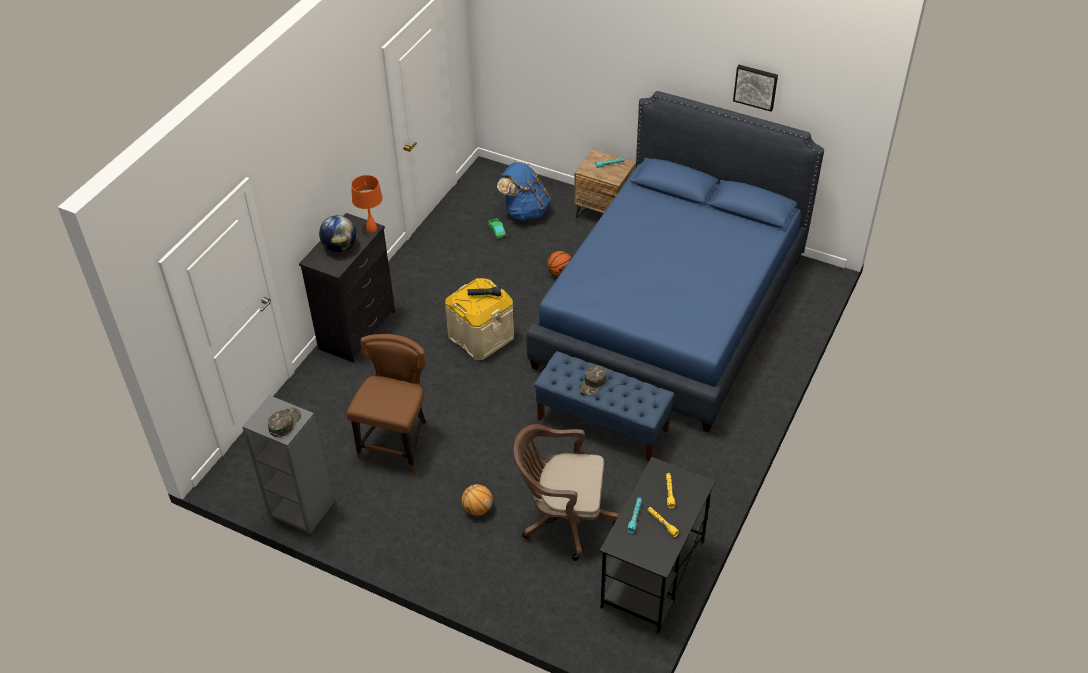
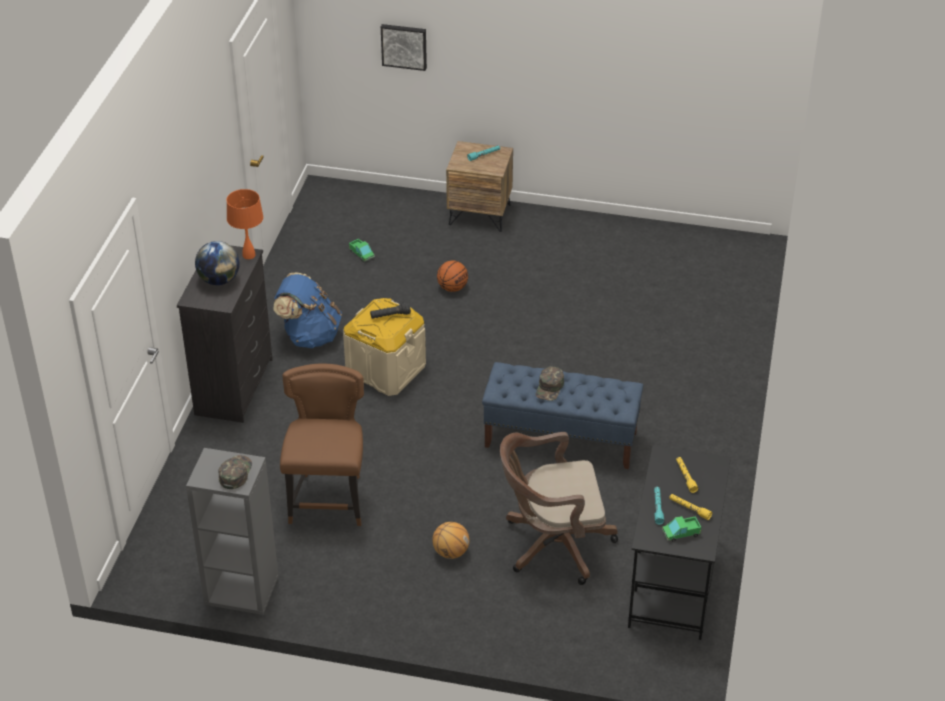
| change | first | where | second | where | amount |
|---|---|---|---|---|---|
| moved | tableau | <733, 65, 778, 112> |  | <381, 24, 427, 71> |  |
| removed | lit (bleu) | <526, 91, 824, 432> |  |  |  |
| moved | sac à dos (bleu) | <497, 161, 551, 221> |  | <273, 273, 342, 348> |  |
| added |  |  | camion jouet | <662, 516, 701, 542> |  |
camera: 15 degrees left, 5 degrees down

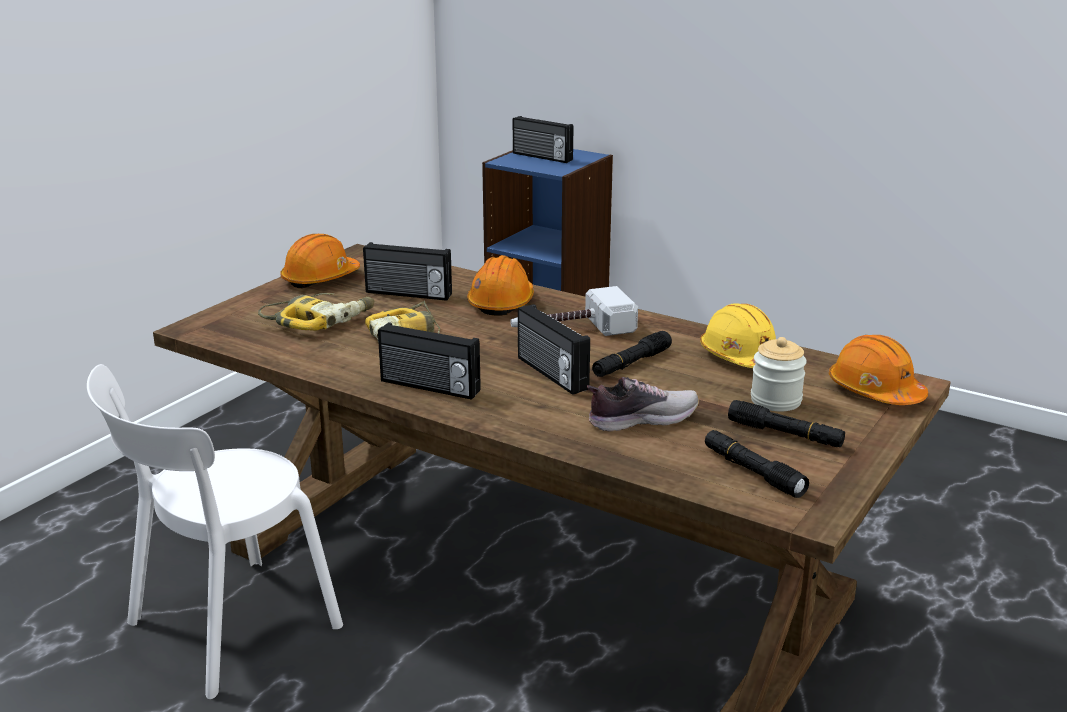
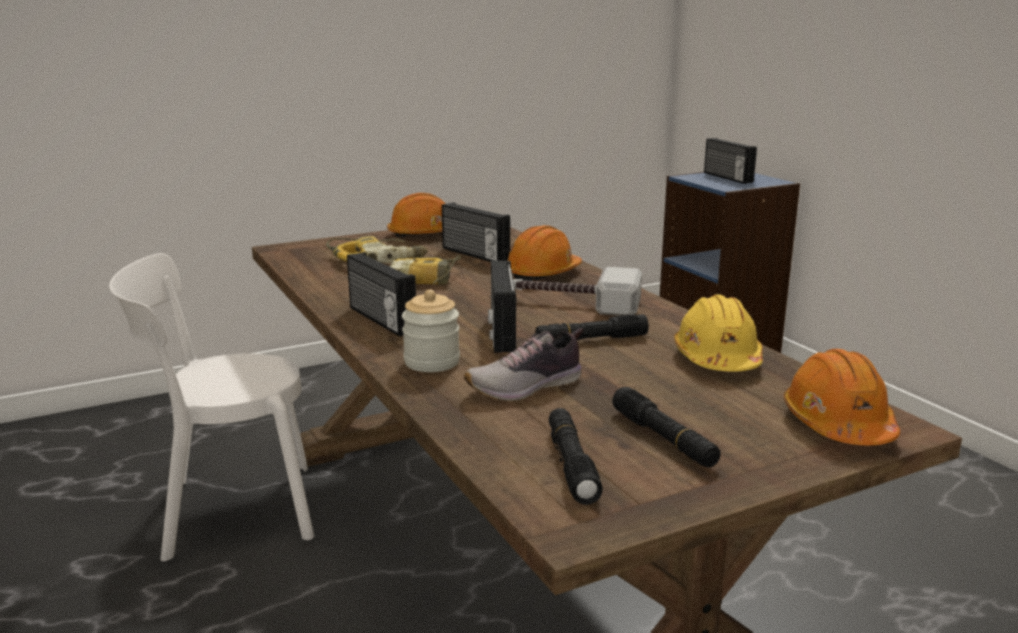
| change | first | where | second | where | amount |
|---|---|---|---|---|---|
| moved | bocal | <751, 337, 807, 411> |  | <402, 289, 460, 372> |  |
| turned | chaussure | <587, 377, 699, 431> |  | <464, 328, 584, 402> | 135 degrees clockwise |
camera: 30 degrees right, 5 degrees down

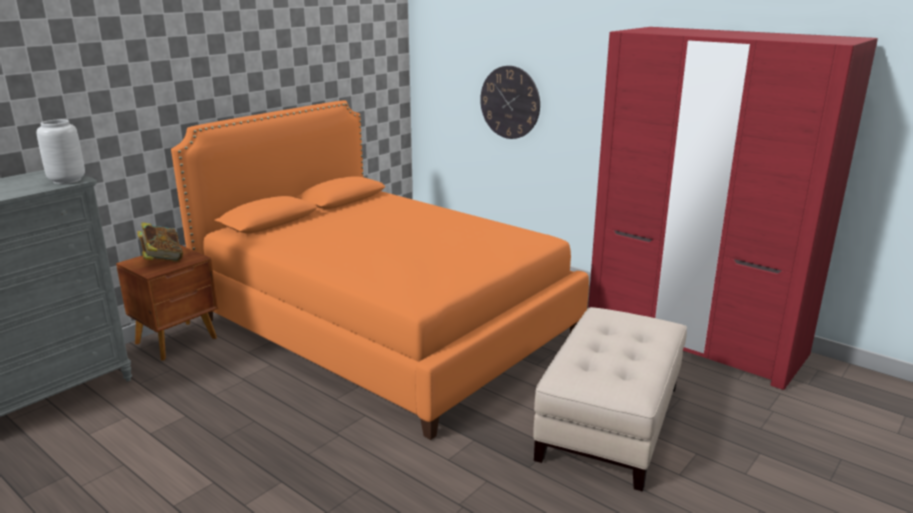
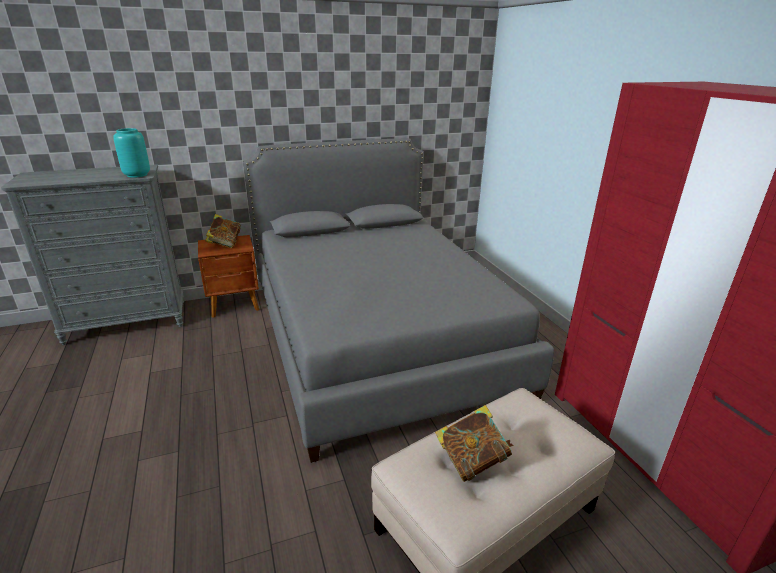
| change | first | where | second | where | amount |
|---|---|---|---|---|---|
| removed | horloge murale | <480, 66, 540, 139> |  |  |  |
| recoloured | lit (orange) | <171, 101, 589, 440> | lit (gris) | <243, 138, 554, 463> |  |
| recoloured | vase (gris) | <37, 119, 85, 184> | vase (turquoise) | <113, 128, 150, 178> |  |
| added |  |  | livre | <435, 405, 514, 482> |  |
camera: 30 degrees right, 5 degrees up

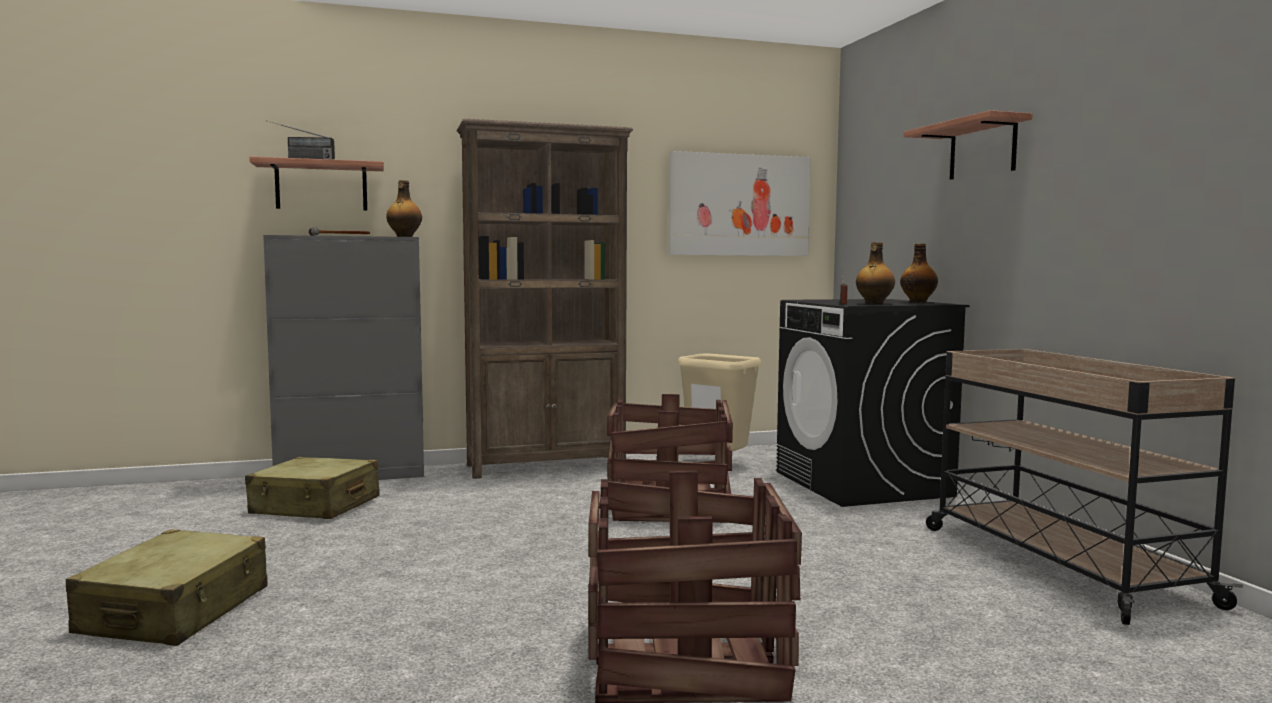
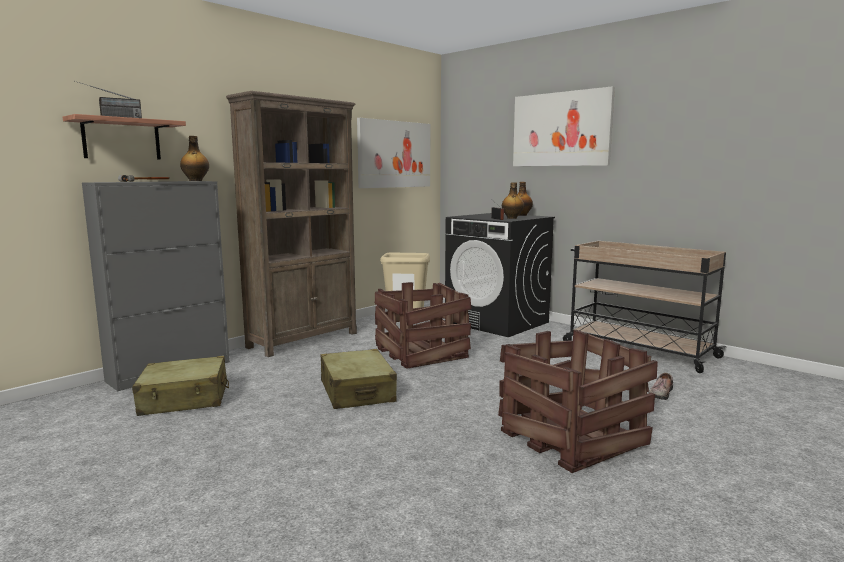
| change | first | where | second | where | amount |
|---|---|---|---|---|---|
| replaced | étagère | <903, 110, 1033, 180> | tableau | <513, 86, 615, 166> |  |
| moved | valise (beige) | <66, 530, 268, 646> |  | <320, 349, 397, 409> |  |
| added |  |  | chaussure | <648, 373, 673, 400> |  |
camera: 30 degrees left, 5 degrees up

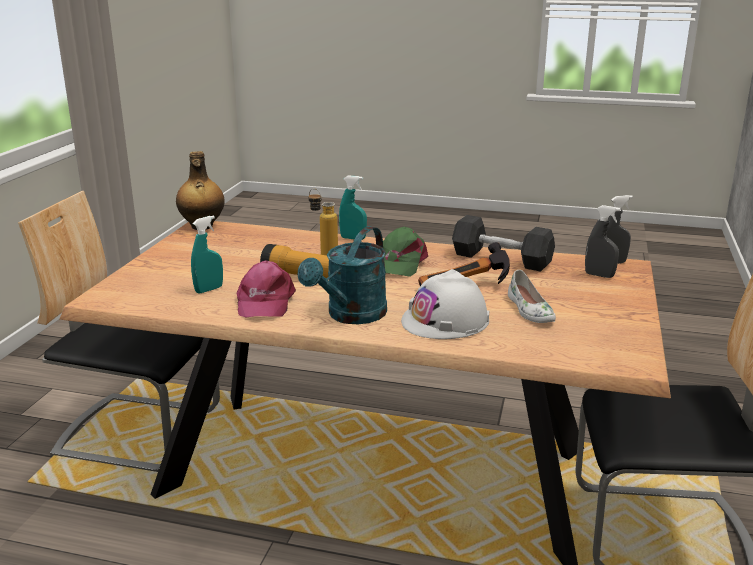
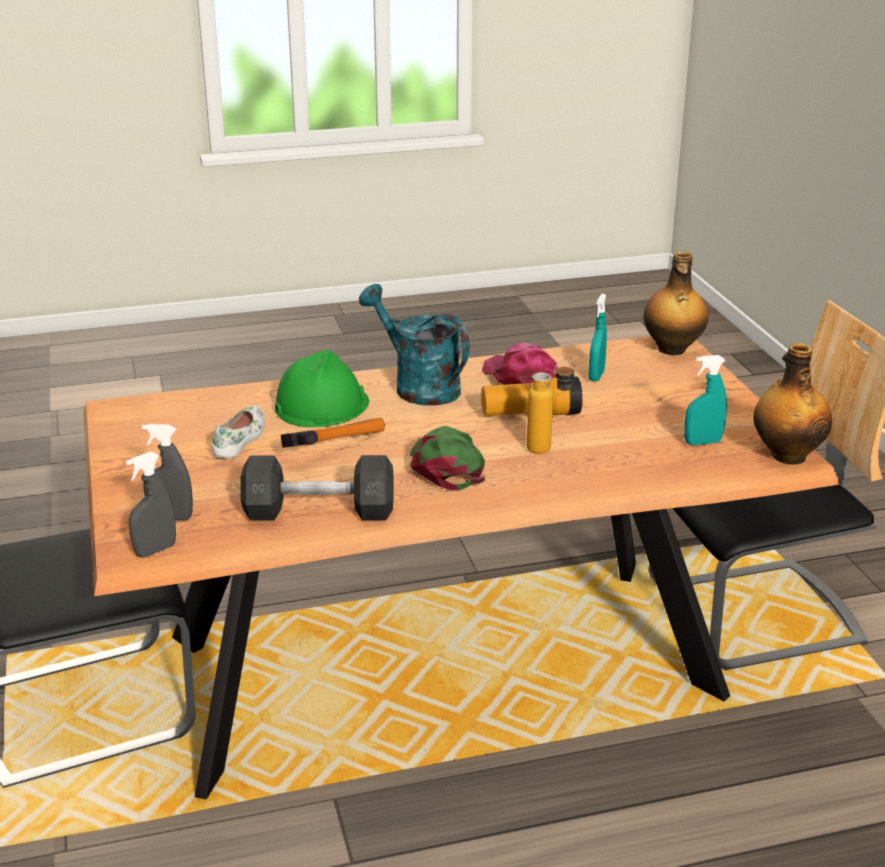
| change | first | where | second | where | amount |
|---|---|---|---|---|---|
| moved | vaporisateur (turquoise) | <339, 175, 367, 240> |  | <684, 355, 727, 445> |  |
| turned | arrosoir (turquoise) | <298, 226, 387, 324> |  | <359, 284, 470, 406> | 45 degrees counterclockwise |
| recoloured | casque de chantier (blanc) | <401, 269, 489, 339> | casque de chantier (vert) | <275, 350, 369, 427> |  |
| turned | chaussure (blanc) | <508, 270, 556, 323> |  | <212, 406, 265, 459> | 60 degrees clockwise |
| added |  |  | bouteille | <644, 252, 709, 356> |  |
camera: 150 degrees right, 5 degrees up

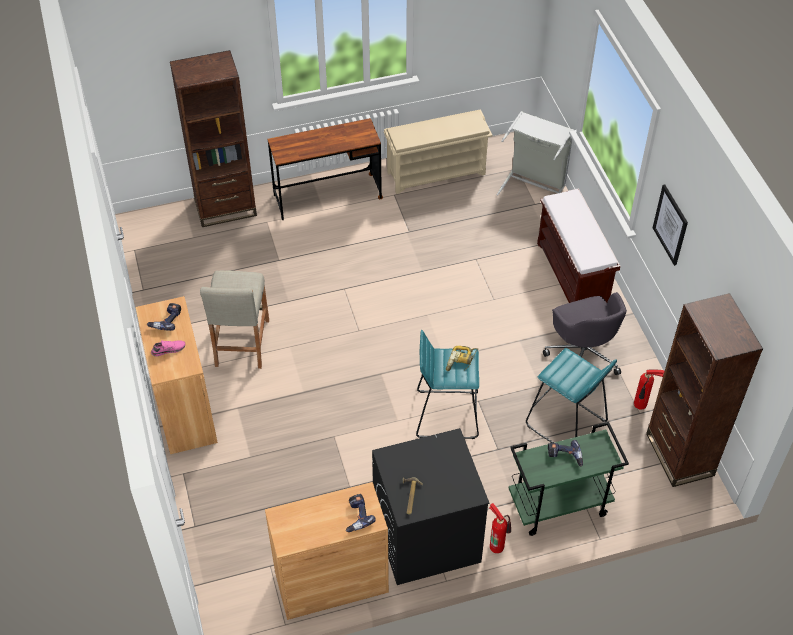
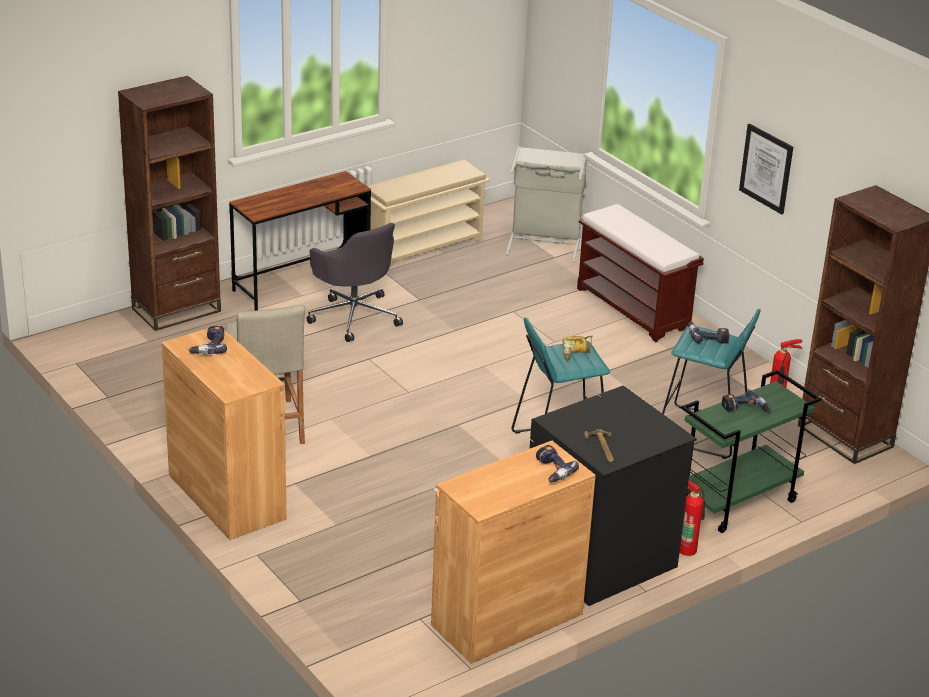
| change | first | where | second | where | amount |
|---|---|---|---|---|---|
| moved | chaise de bureau (gris) | <543, 292, 627, 375> |  | <307, 223, 403, 342> |  |
| removed | chaussure (rose) | <151, 340, 185, 357> |  |  |  |
| added |  |  | perceuse | <688, 322, 729, 344> |  |
camera: 20 degrees left, 20 degrees down

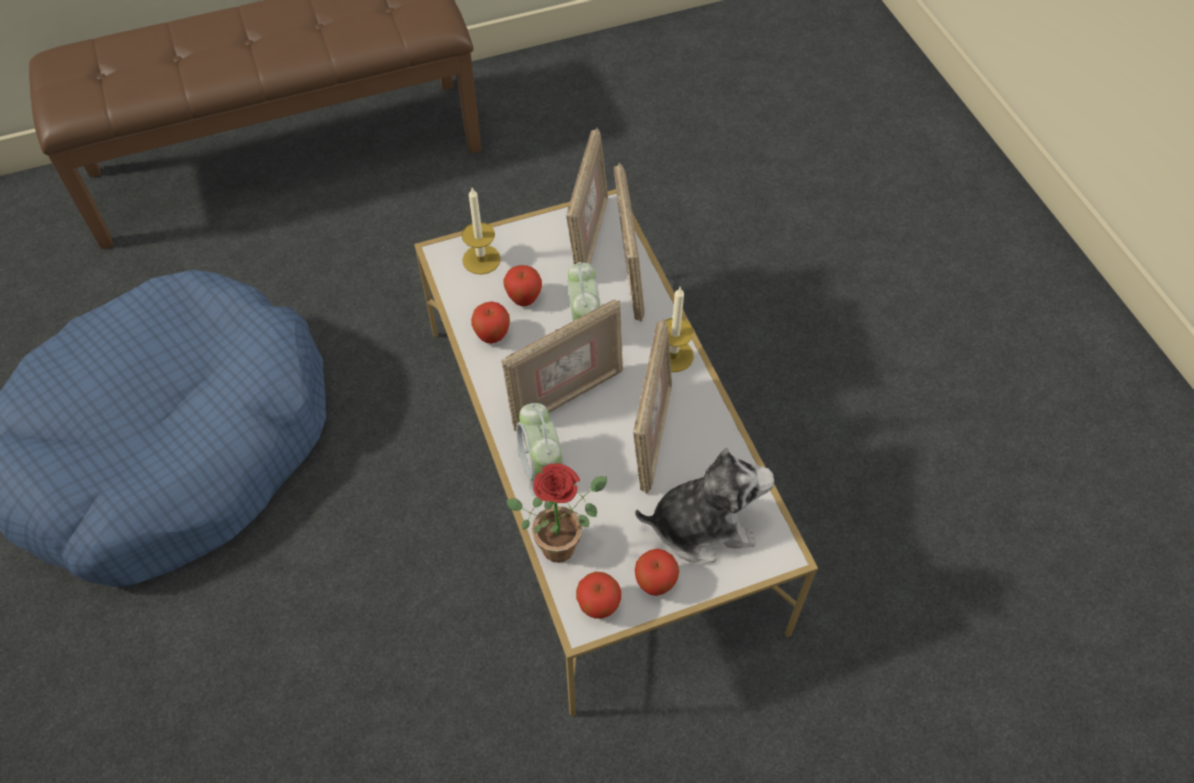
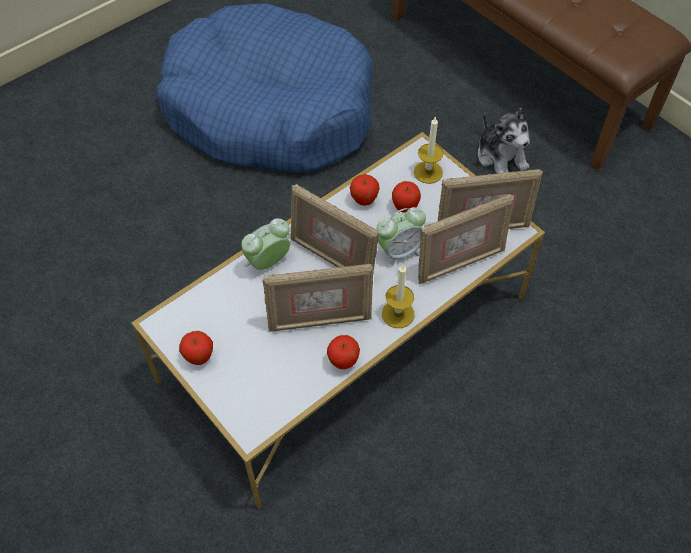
| change | first | where | second | where | amount |
|---|---|---|---|---|---|
| moved | peluche | <635, 448, 775, 563> |  | <478, 108, 530, 174> |  |
| removed | plante en pot | <506, 463, 607, 563> |  |  |  |
| moved | pomme | <576, 572, 621, 619> |  | <327, 335, 360, 369> |  |
camera: 70 degrees right, 0 degrees up

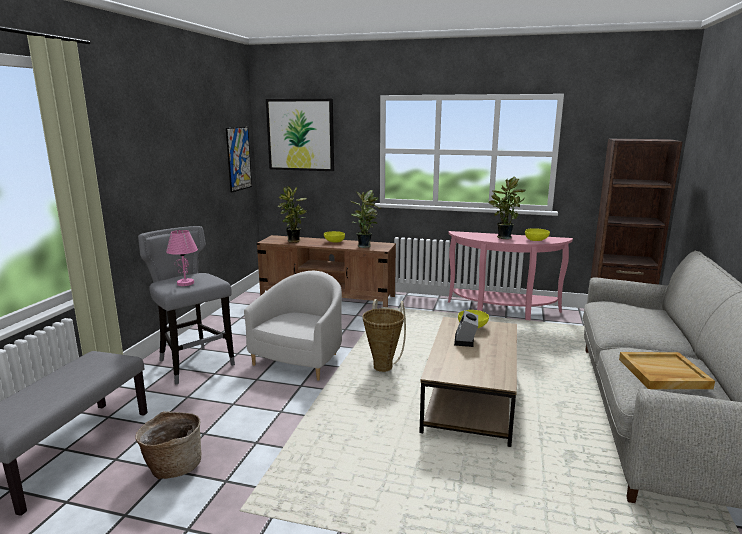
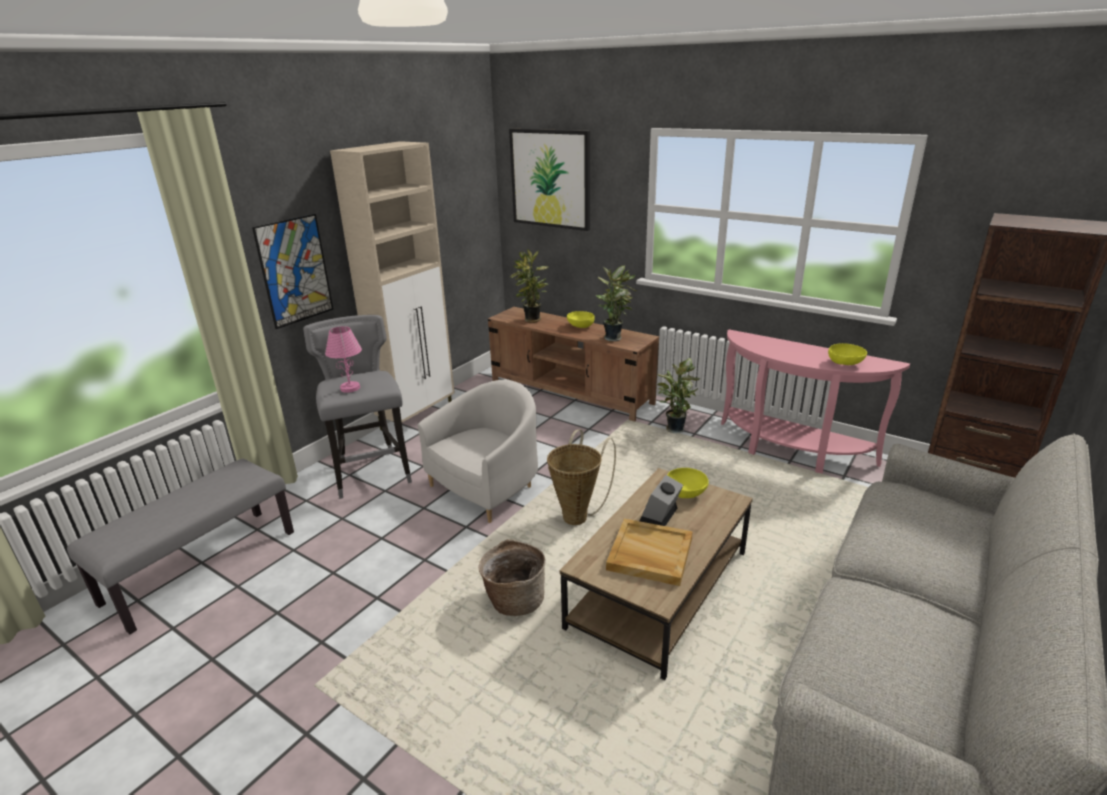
| change | first | where | second | where | amount |
|---|---|---|---|---|---|
| moved | tableau | <226, 127, 252, 193> |  | <252, 214, 333, 329> |  |
| moved | plante en pot | <488, 176, 525, 239> |  | <657, 358, 700, 433> |  |
| moved | plateau (beige) | <619, 352, 715, 389> |  | <606, 519, 693, 586> |  |
| moved | panier | <135, 411, 202, 479> |  | <479, 539, 546, 616> |  |
| added |  |  | meuble de rangement (beige) | <330, 141, 455, 431> |  |
camera: 20 degrees right, 10 degrees up

